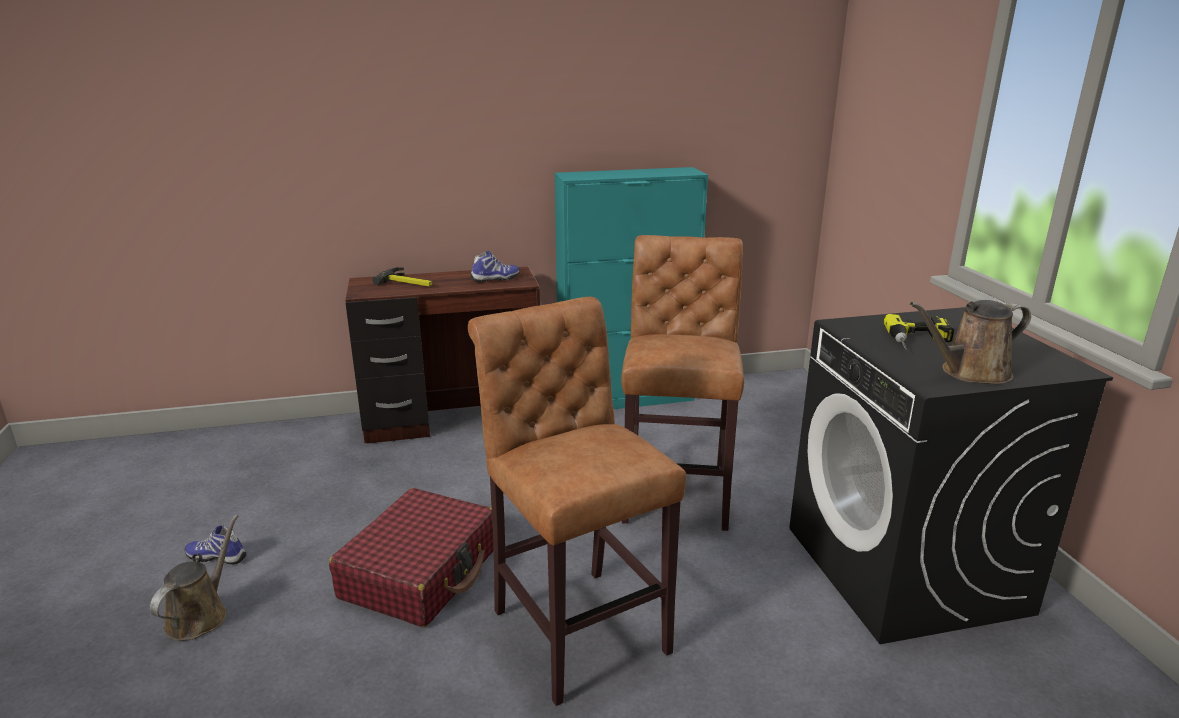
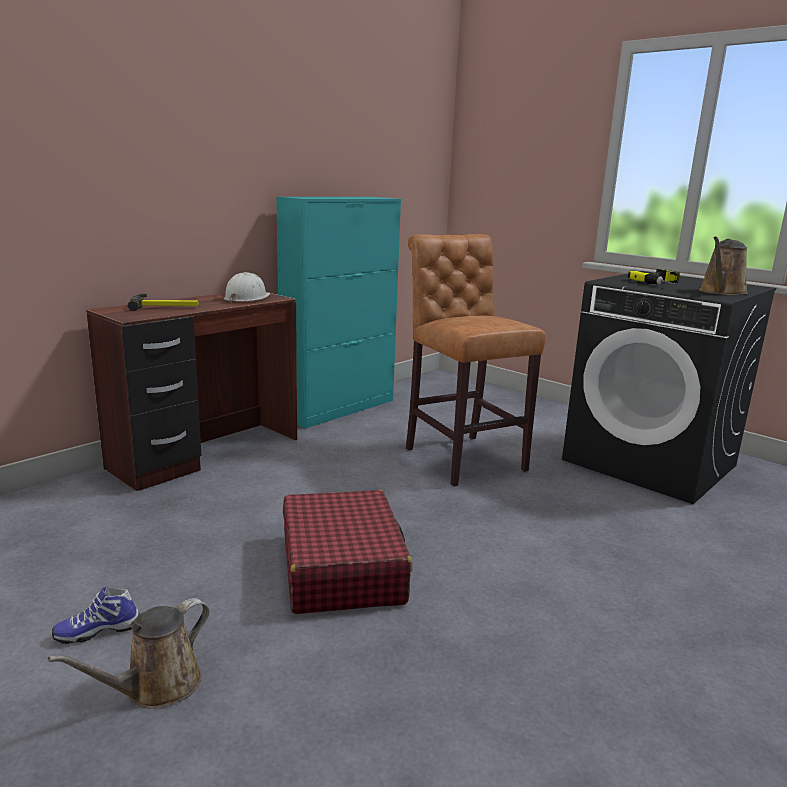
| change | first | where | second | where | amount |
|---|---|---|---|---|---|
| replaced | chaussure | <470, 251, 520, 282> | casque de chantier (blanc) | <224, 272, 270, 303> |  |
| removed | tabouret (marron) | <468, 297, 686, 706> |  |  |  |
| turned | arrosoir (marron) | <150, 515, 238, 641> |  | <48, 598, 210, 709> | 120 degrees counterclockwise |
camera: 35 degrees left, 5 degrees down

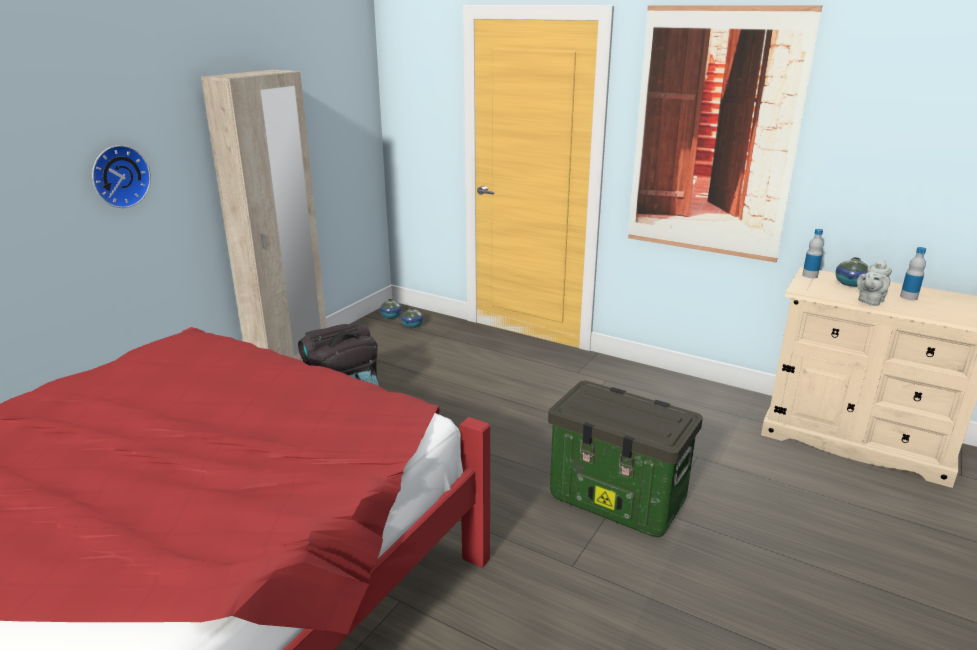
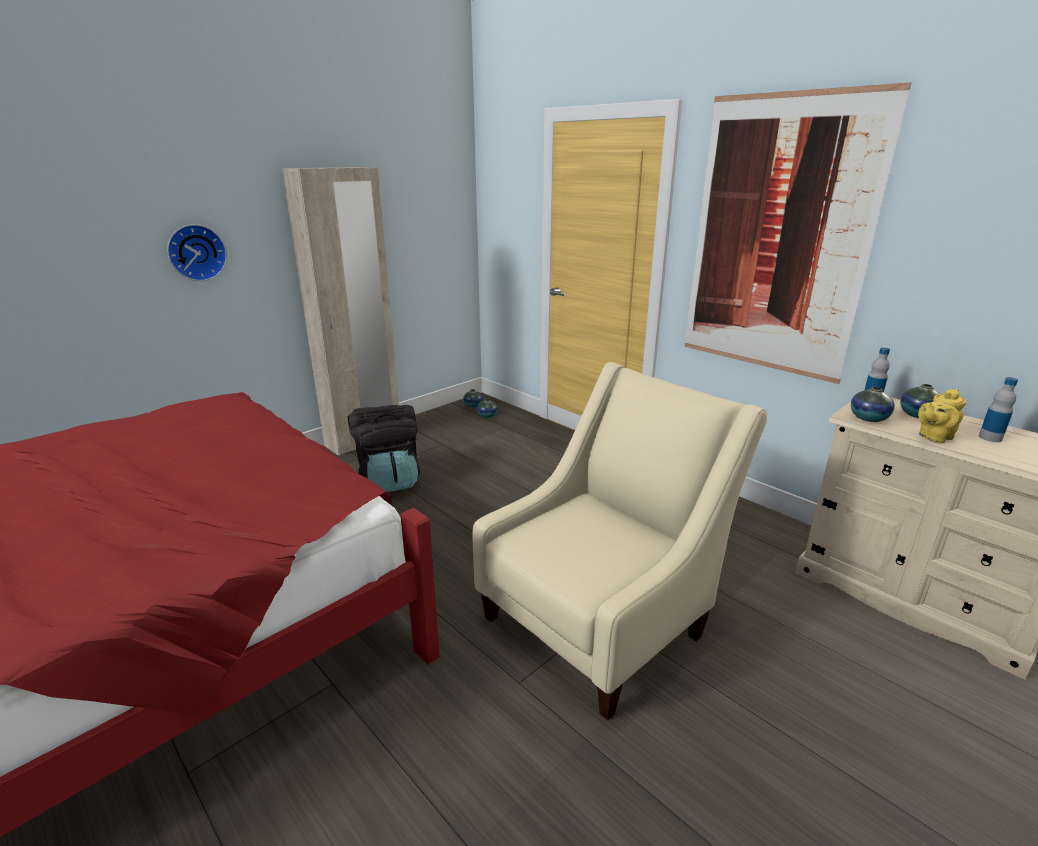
| change | first | where | second | where | amount |
|---|---|---|---|---|---|
| recoloured | théière (gris) | <857, 260, 892, 306> | théière (jaune) | <918, 389, 966, 443> |  |
| replaced | boîte de rangement | <548, 381, 703, 537> | fauteuil (beige) | <472, 362, 767, 720> |  |
| added |  |  | vase | <851, 387, 895, 422> |  |
camera: 15 degrees right, 0 degrees up

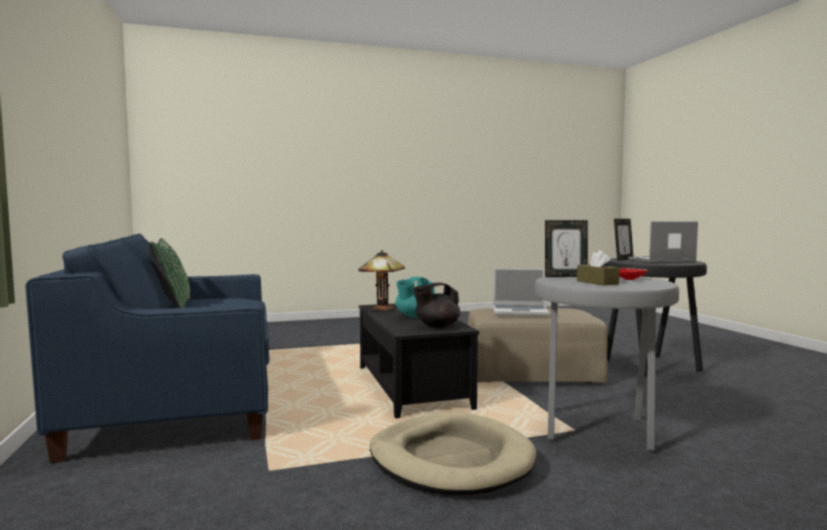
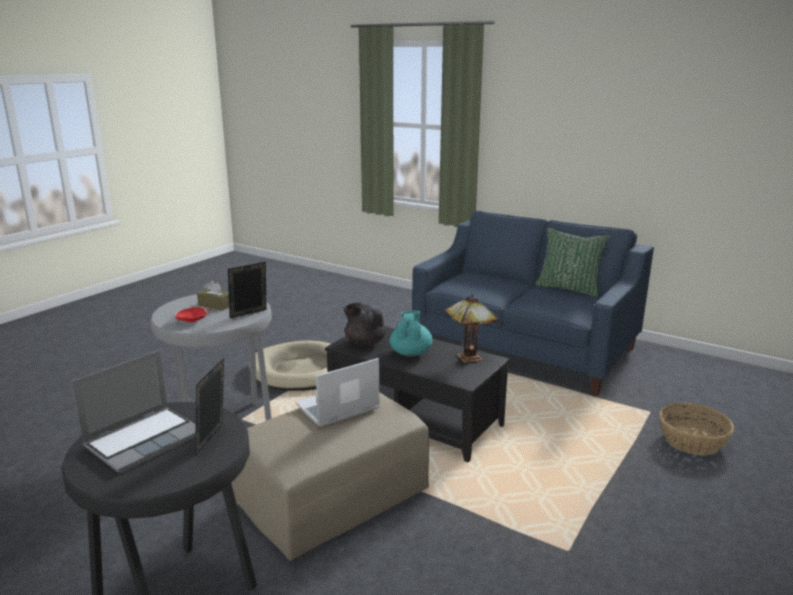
| change | first | where | second | where | amount |
|---|---|---|---|---|---|
| turned | théière (noir) | <413, 283, 460, 328> |  | <343, 303, 386, 346> | 75 degrees counterclockwise |
| added |  |  | panier | <660, 403, 734, 455> |  |
camera: 140 degrees right, 15 degrees up

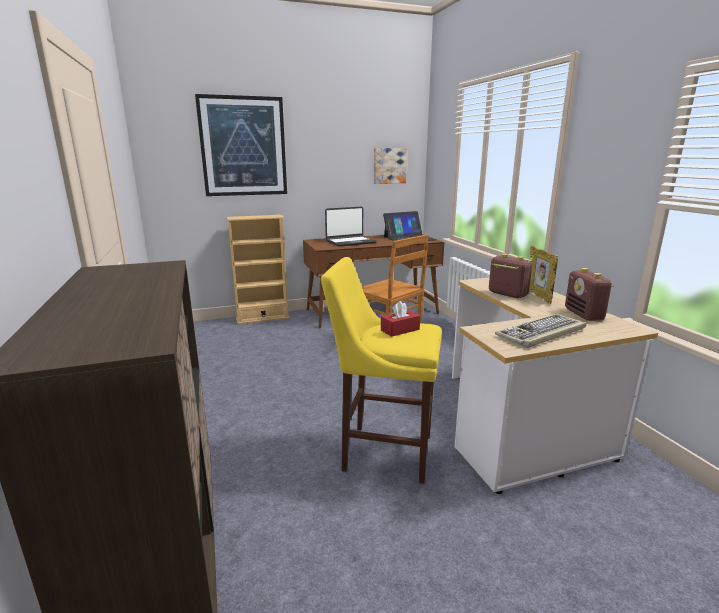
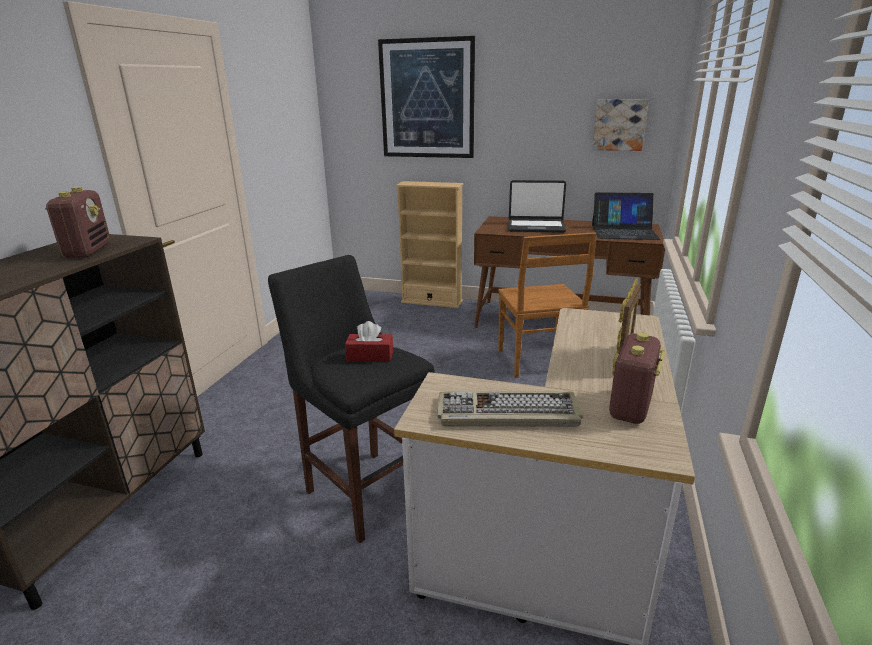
| change | first | where | second | where | amount |
|---|---|---|---|---|---|
| moved | radio | <489, 254, 532, 298> |  | <45, 187, 110, 258> |  |
| recoloured | tabouret (jaune) | <321, 257, 442, 484> | tabouret (noir) | <268, 255, 434, 543> |  |
camera: 35 degrees right, 5 degrees up

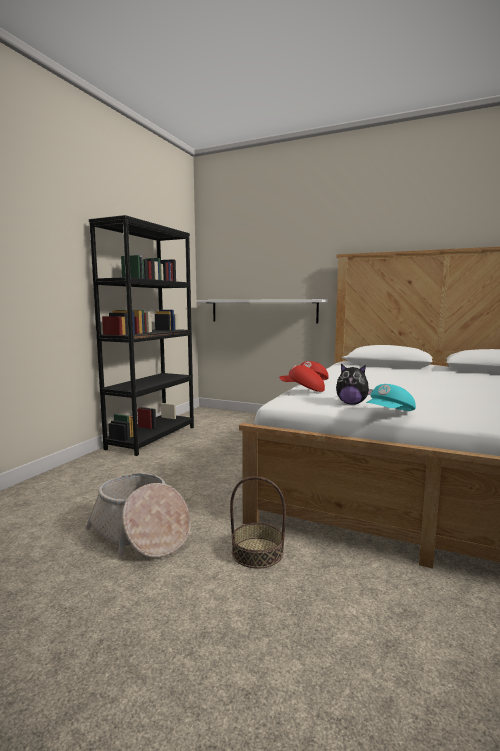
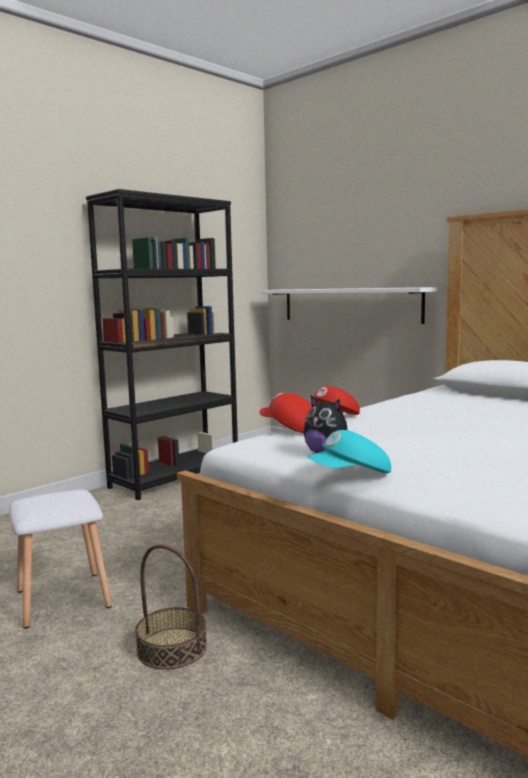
| change | first | where | second | where | amount |
|---|---|---|---|---|---|
| replaced | panier | <86, 473, 191, 558> | tabouret (blanc) | <9, 490, 112, 629> |  |
camera: 20 degrees right, 0 degrees up

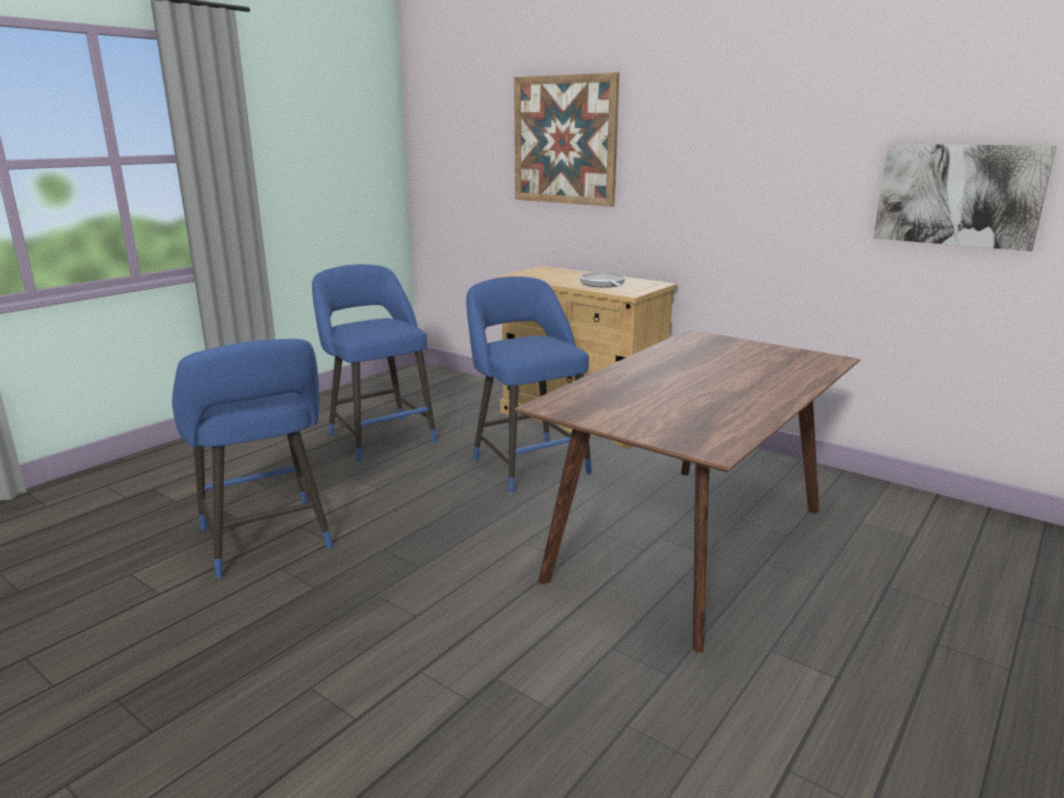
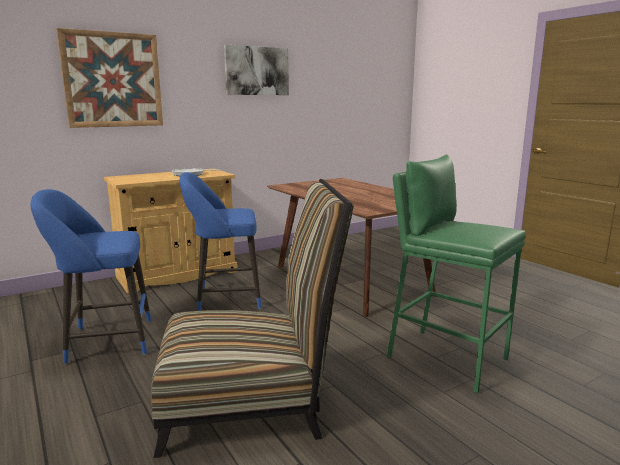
| change | first | where | second | where | amount |
|---|---|---|---|---|---|
| moved | tableau | <873, 144, 1056, 251> |  | <224, 44, 289, 95> |  |
| replaced | tabouret (bleu) | <172, 339, 333, 579> | chaise | <151, 179, 354, 458> |  |
| added |  |  | tabouret (vert) | <387, 155, 526, 394> |  |
camera: 70 degrees left, 5 degrees down

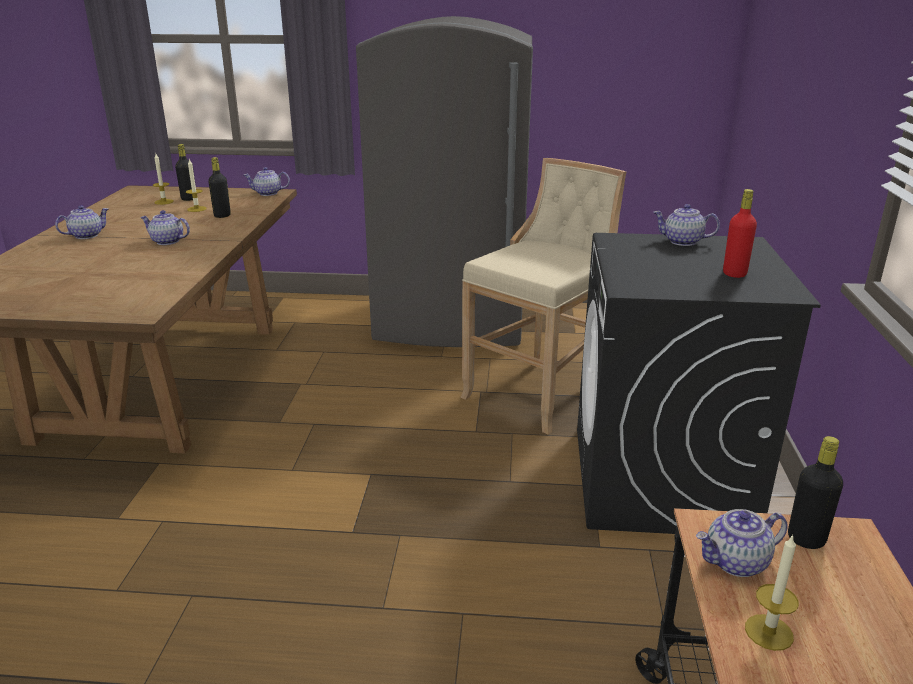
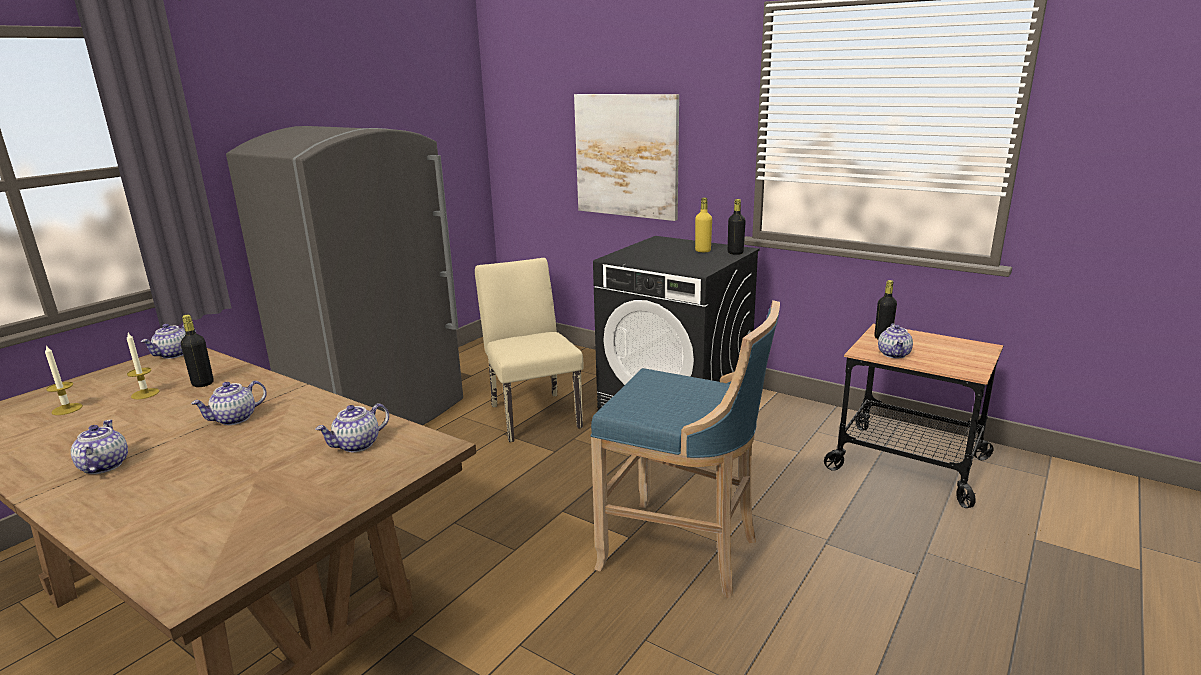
| change | first | where | second | where | amount |
|---|---|---|---|---|---|
| moved | bouteille (noir) | <175, 144, 196, 201> |  | <728, 199, 746, 255> |  |
| replaced | tabouret (beige) | <460, 158, 626, 434> | chaise (beige) | <475, 258, 584, 442> |  |
| recoloured | bouteille (rouge) | <723, 189, 757, 278> | bouteille (jaune) | <695, 198, 712, 252> |  |
| moved | théière | <653, 204, 720, 246> |  | <316, 403, 389, 452> |  |
| removed | bougie | <745, 534, 799, 651> |  |  |  |
| added |  |  | tableau | <574, 94, 679, 221> |  |
| added |  |  | tabouret (bleu) | <590, 300, 780, 598> |  |
camera: 60 degrees left, 5 degrees down

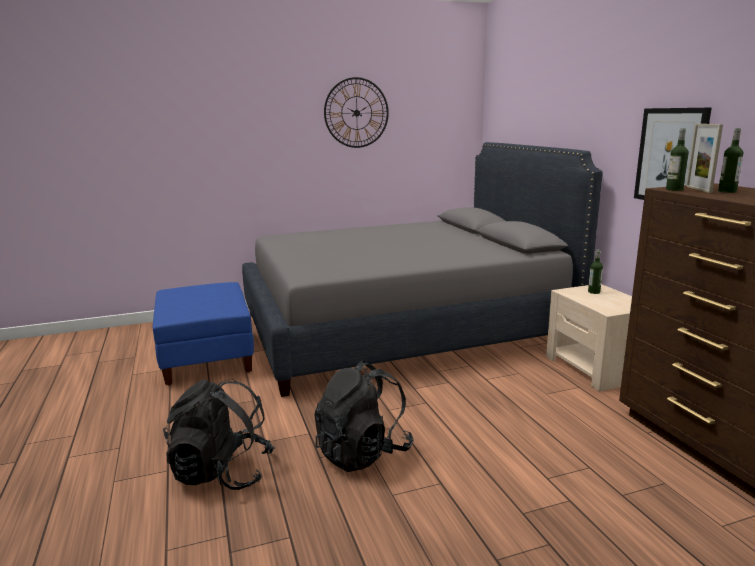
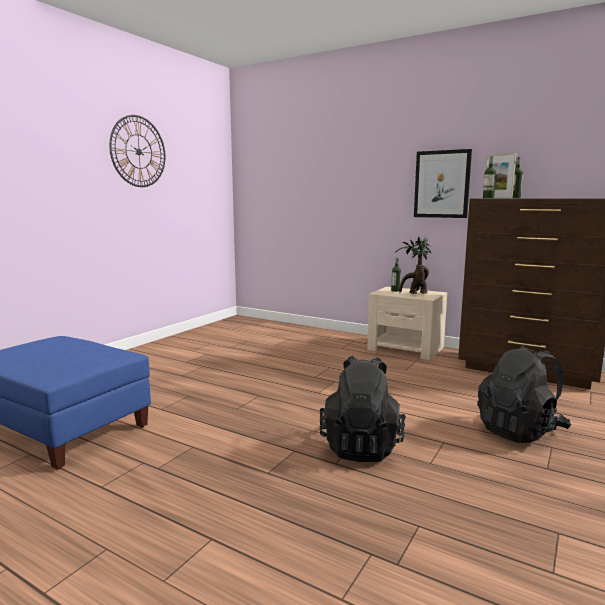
| change | first | where | second | where | amount |
|---|---|---|---|---|---|
| removed | lit (gris) | <242, 142, 602, 397> |  |  |  |
| moved | sac à dos (noir) | <163, 379, 275, 490> |  | <477, 345, 571, 443> |  |
| added |  |  | plante en pot | <396, 237, 432, 294> |  |
camera: 40 degrees left, 5 degrees down

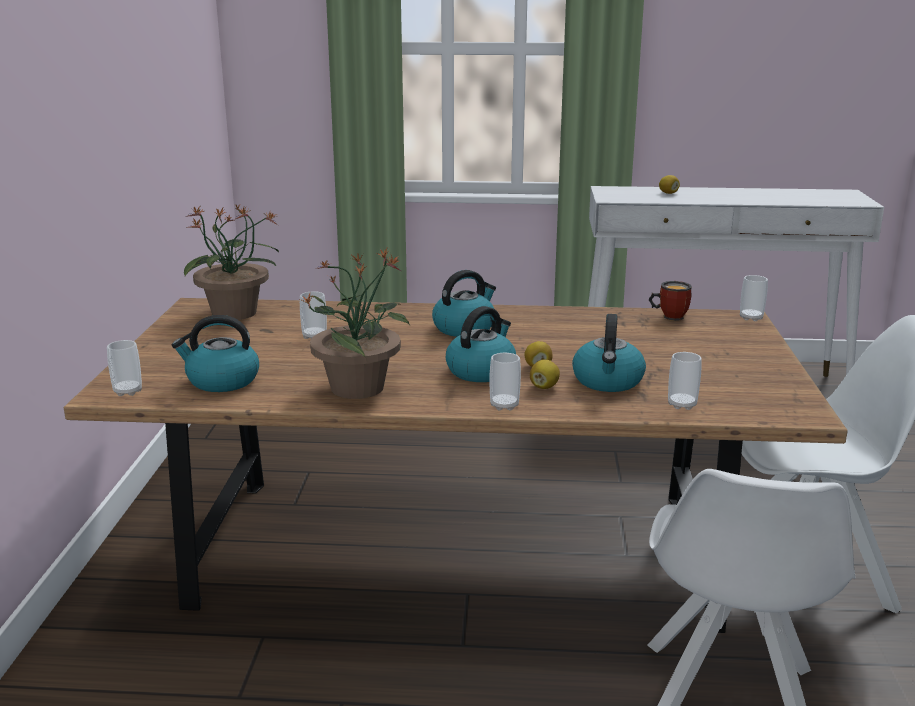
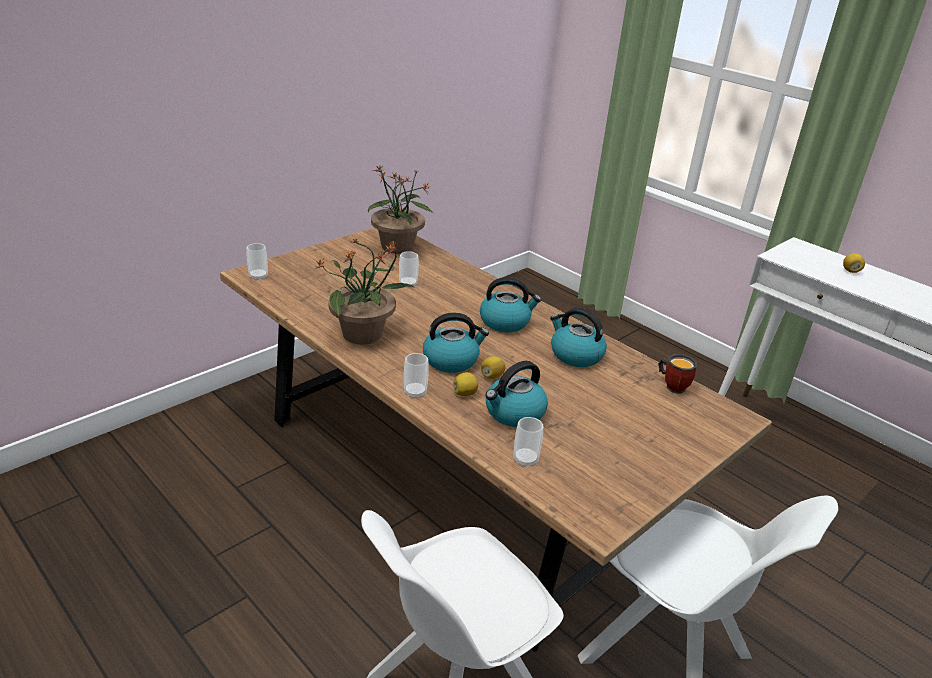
| change | first | where | second | where | amount |
|---|---|---|---|---|---|
| removed | tasse | <740, 275, 768, 321> |  |  |  |
| moved | bouilloire | <172, 315, 259, 392> |  | <550, 308, 607, 367> |  |
camera: 40 degrees right, 10 degrees up

